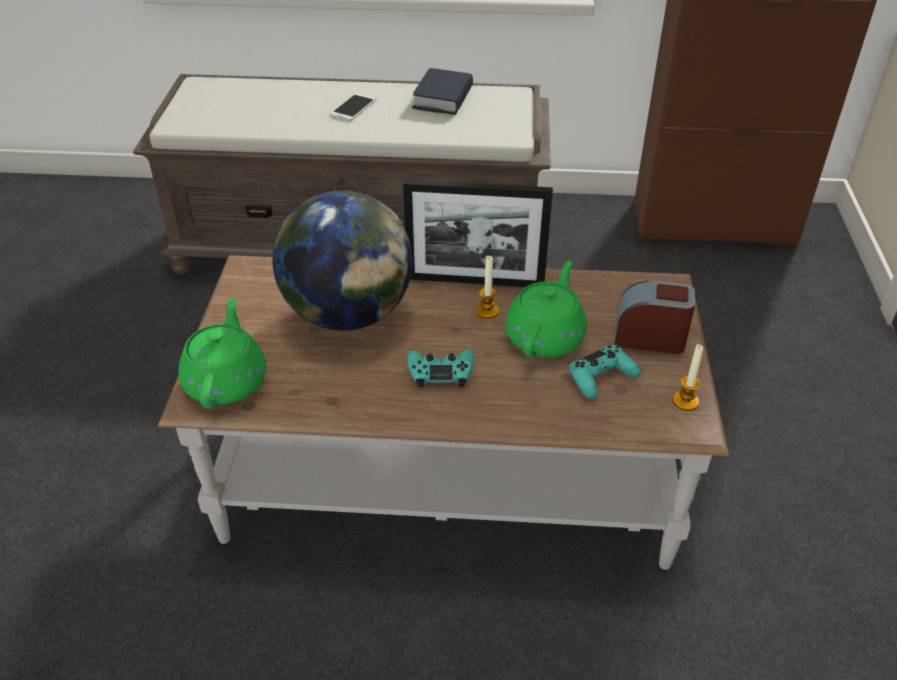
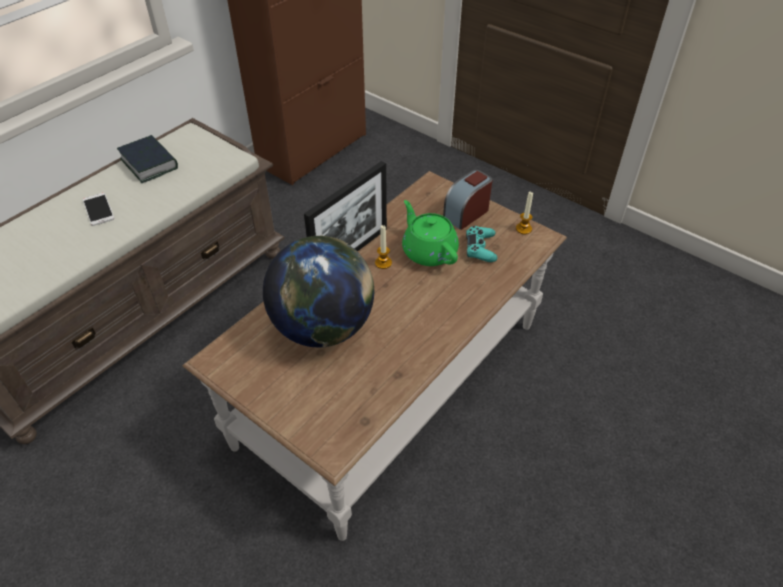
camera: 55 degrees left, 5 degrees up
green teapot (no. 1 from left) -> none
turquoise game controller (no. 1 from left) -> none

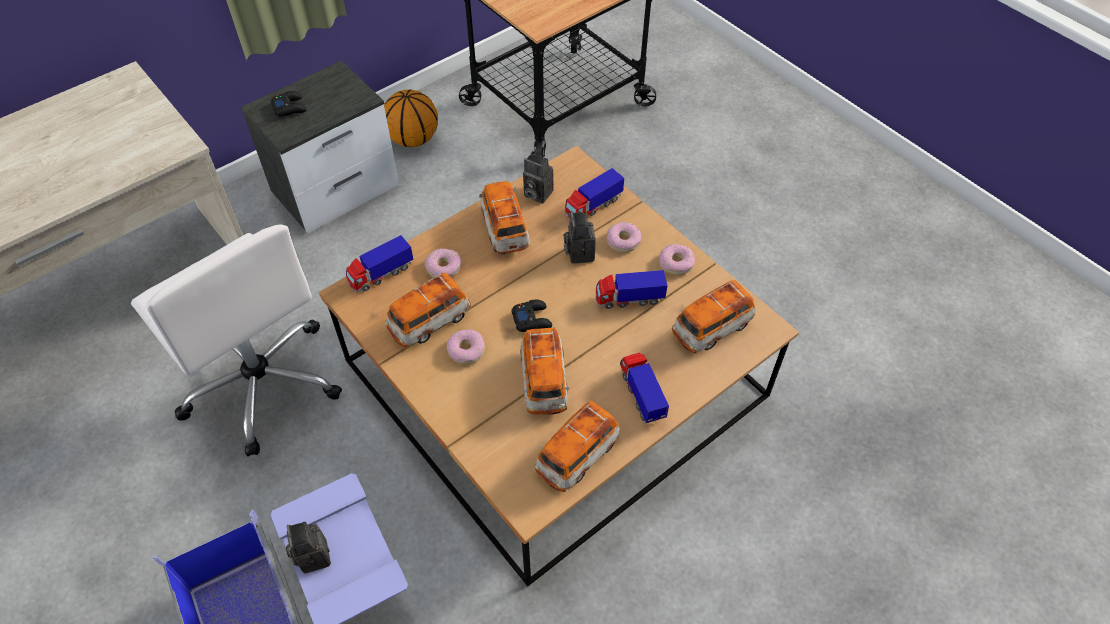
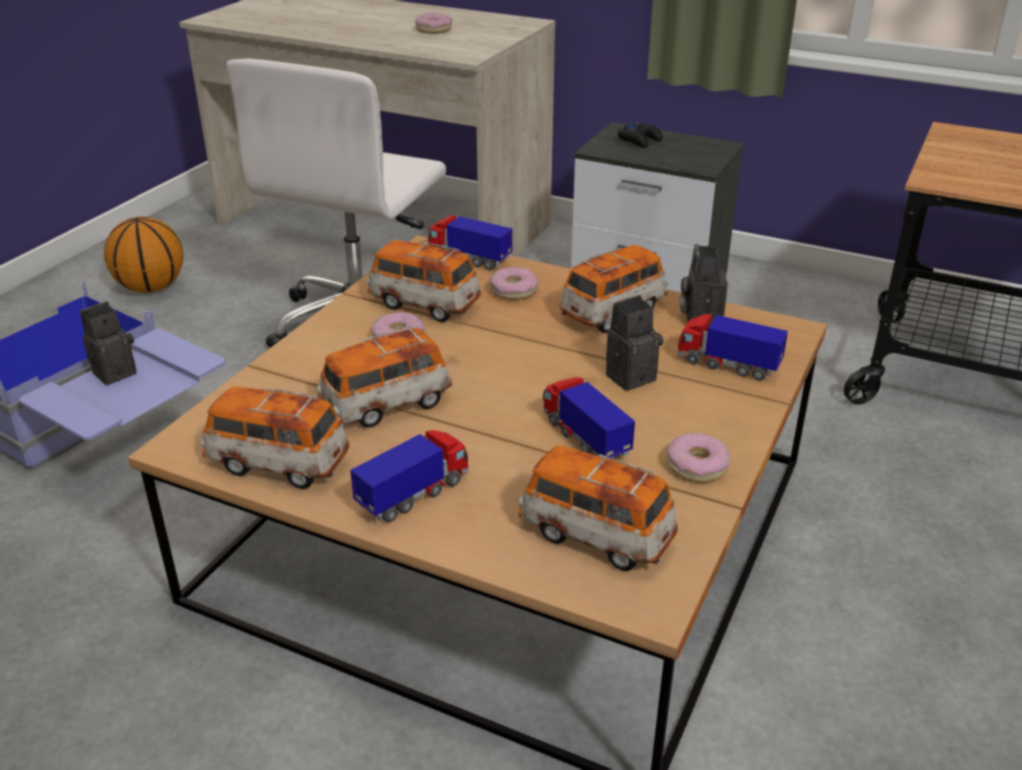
camera: 65 degrees right, 20 degrees down
basketball, shifted
black game controller (no. 2 from left) -> none
donut (no. 3 from left in the first image) -> donut (no. 2 from left), shifted

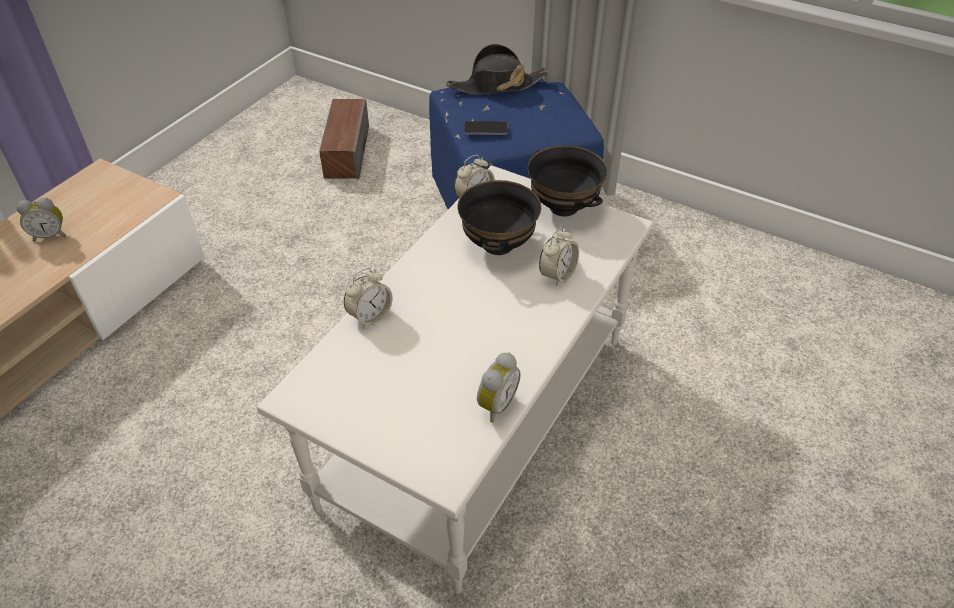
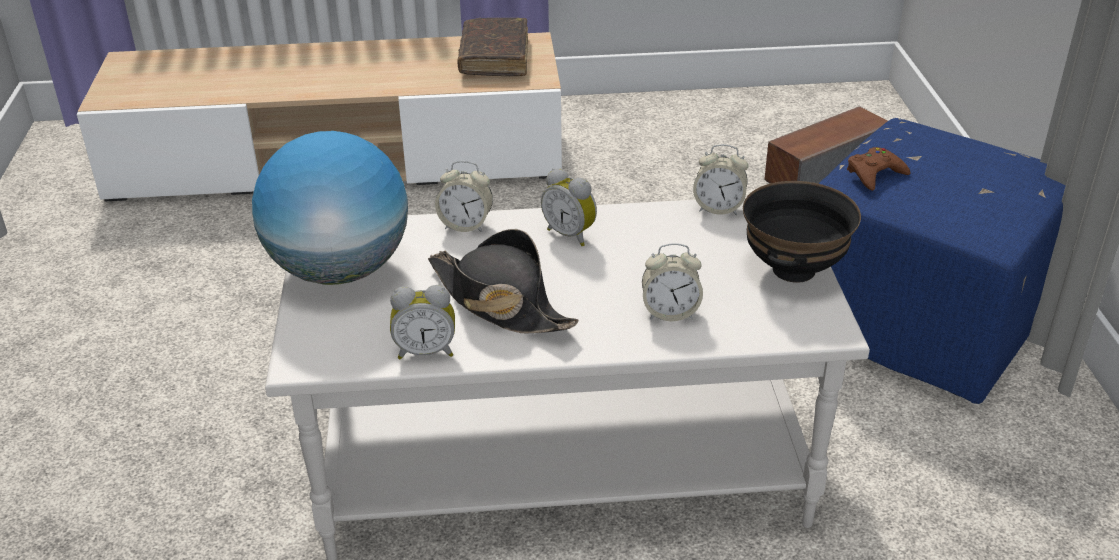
camera: 55 degrees right, 10 degrees down
alarm clock (no. 1 from left in the first image) -> alarm clock (no. 3 from left), shifted
black hat, shifted
black bowl (no. 1 from left) -> none
phone -> brown game controller
none -> globe
none -> brown book

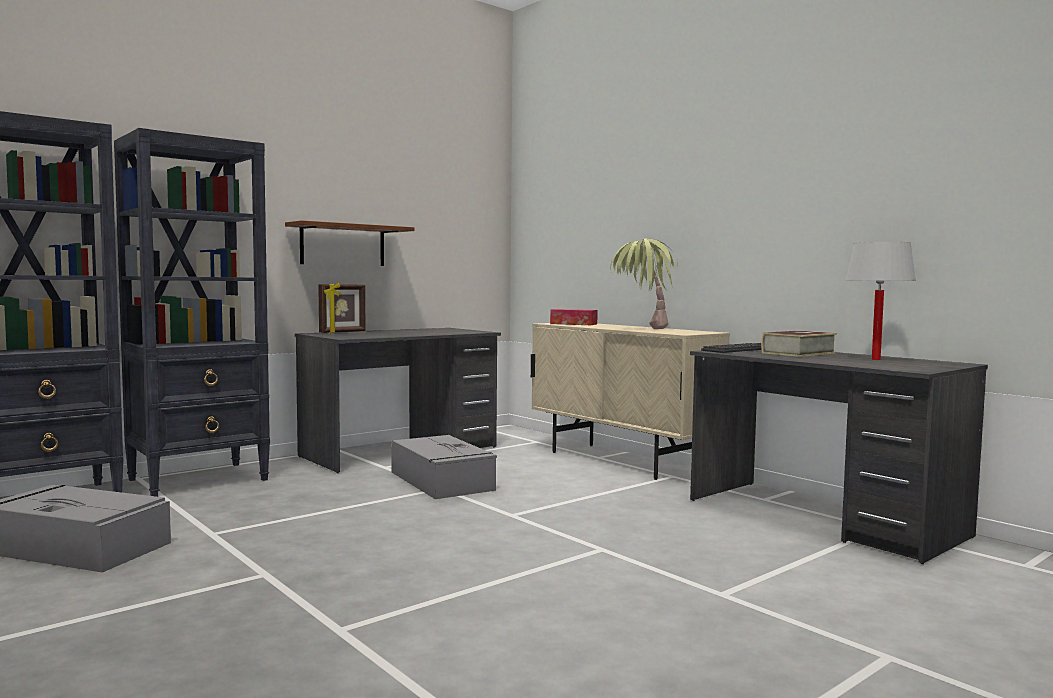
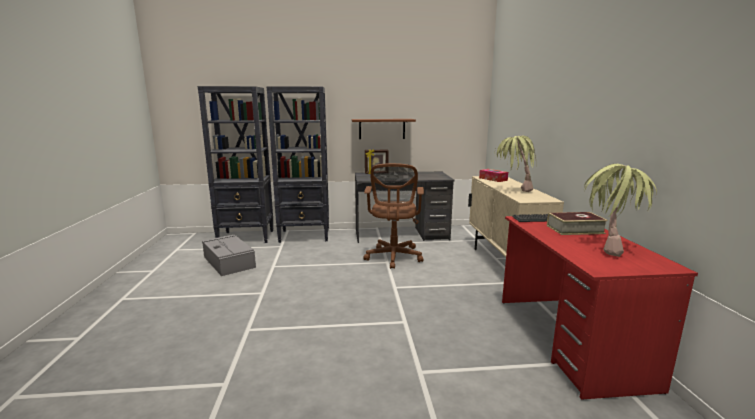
camera: 35 degrees right, 10 degrees up
grey storage box (no. 2 from left) -> brown office chair
grey desk (no. 2 from left) -> red desk
white table lamp -> potted plant (no. 2 from left)

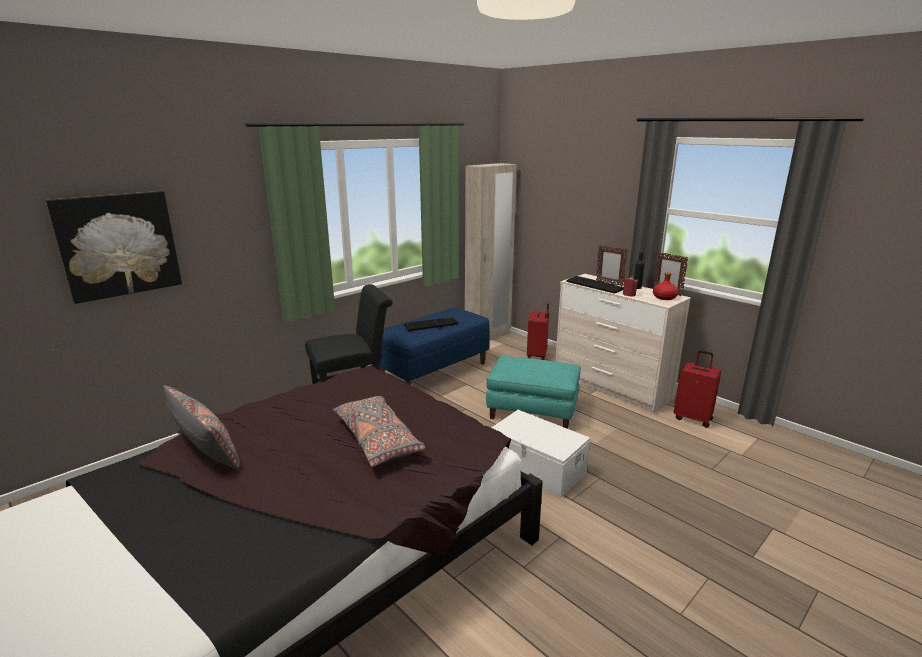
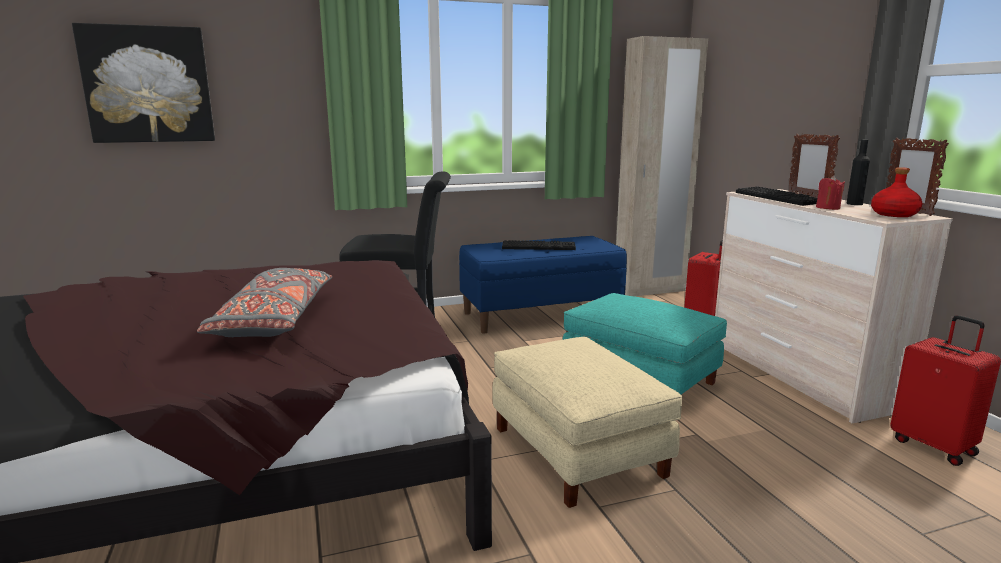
camera: 25 degrees right, 5 degrees down
grey pillow (no. 1 from left) -> none
white storage box -> beige ottoman

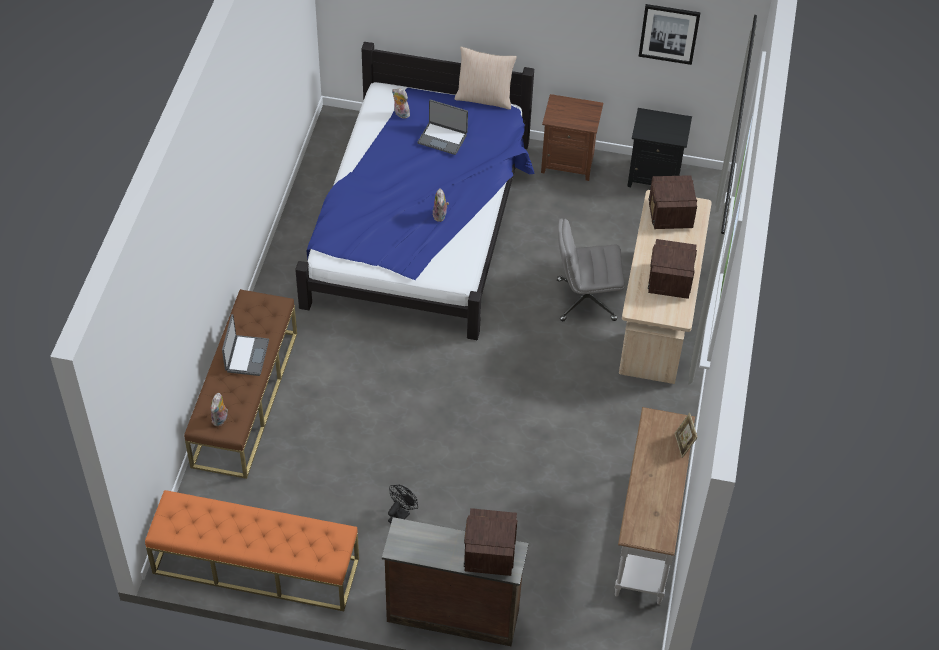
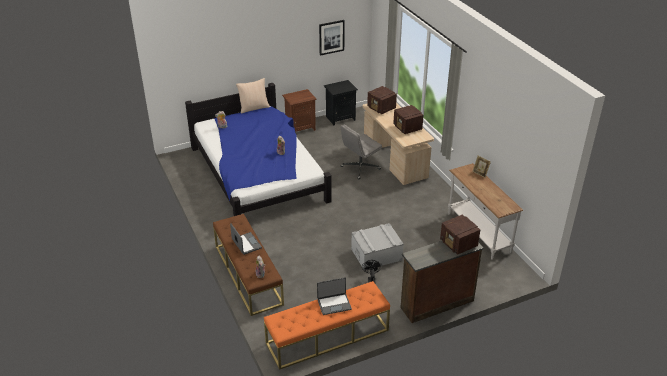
camera: 35 degrees left, 15 degrees down
laptop (no. 2 from left), shifted
none -> grey storage box

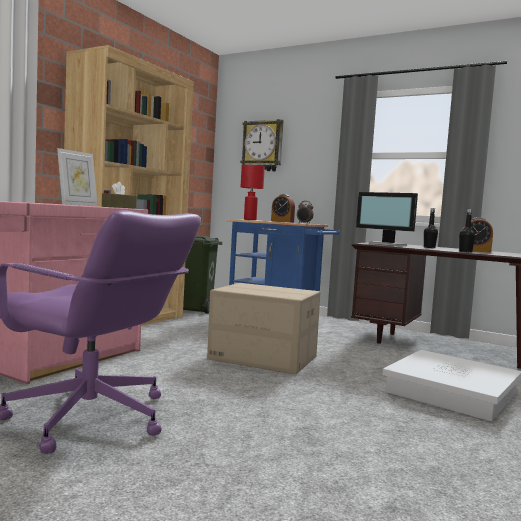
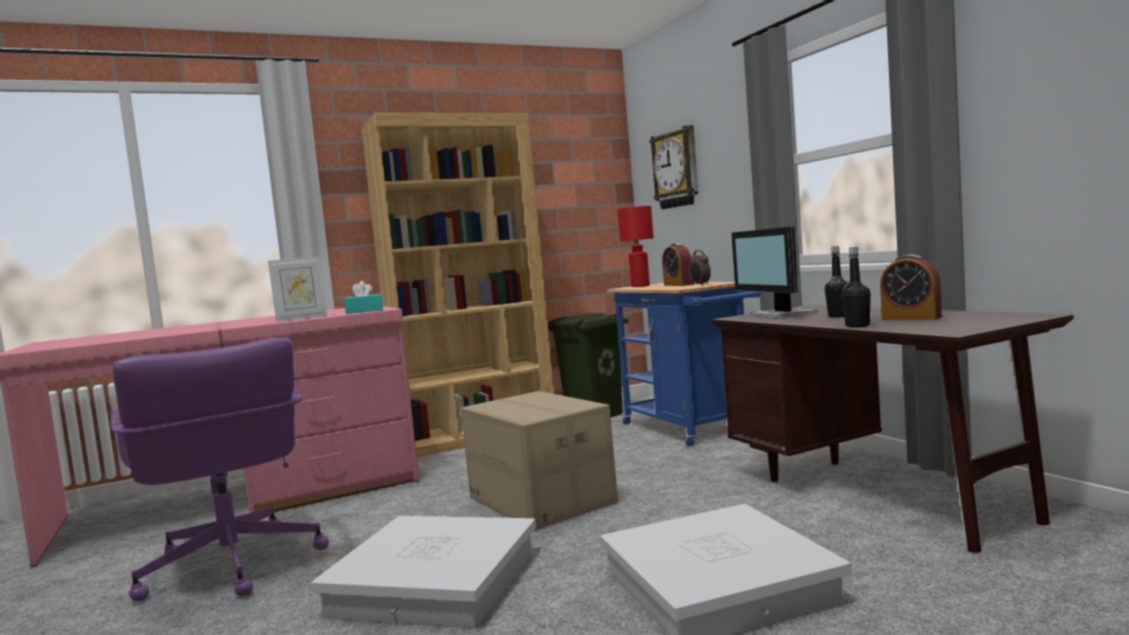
camera: 35 degrees right, 0 degrees up
brown tissue box -> turquoise tissue box
none -> white storage box (no. 1 from left)

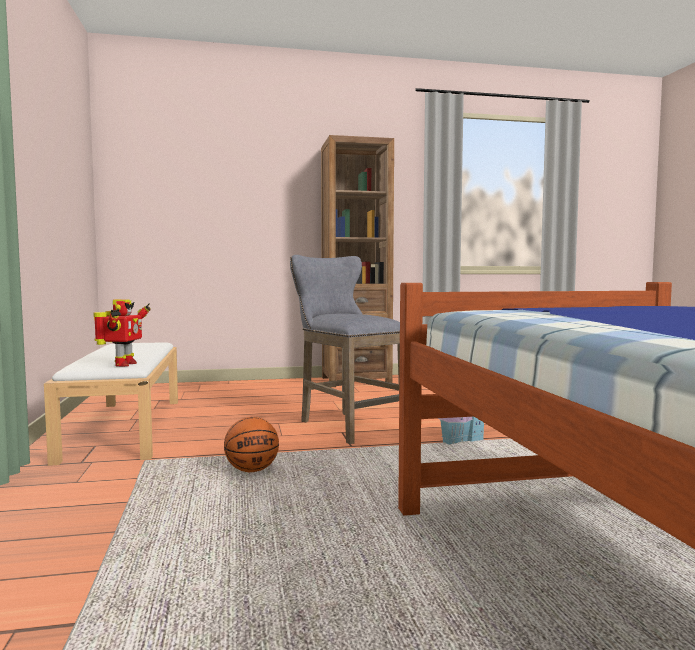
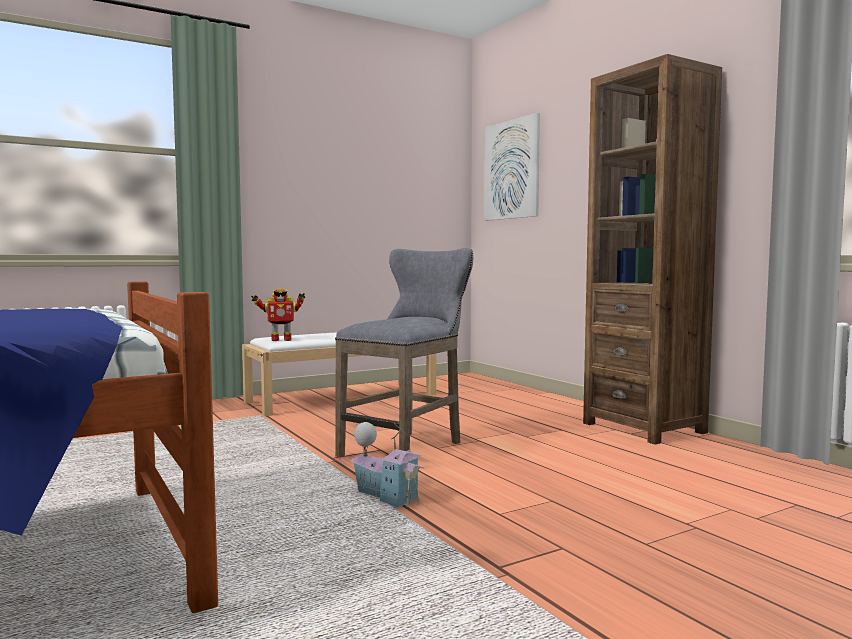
camera: 70 degrees right, 0 degrees up
basketball -> none
none -> picture

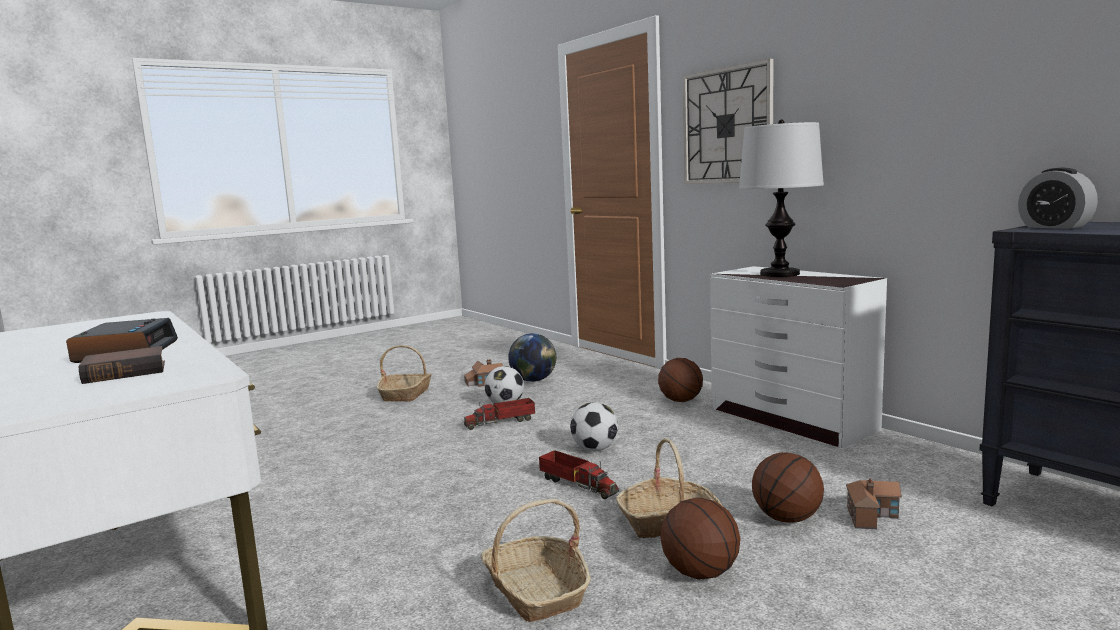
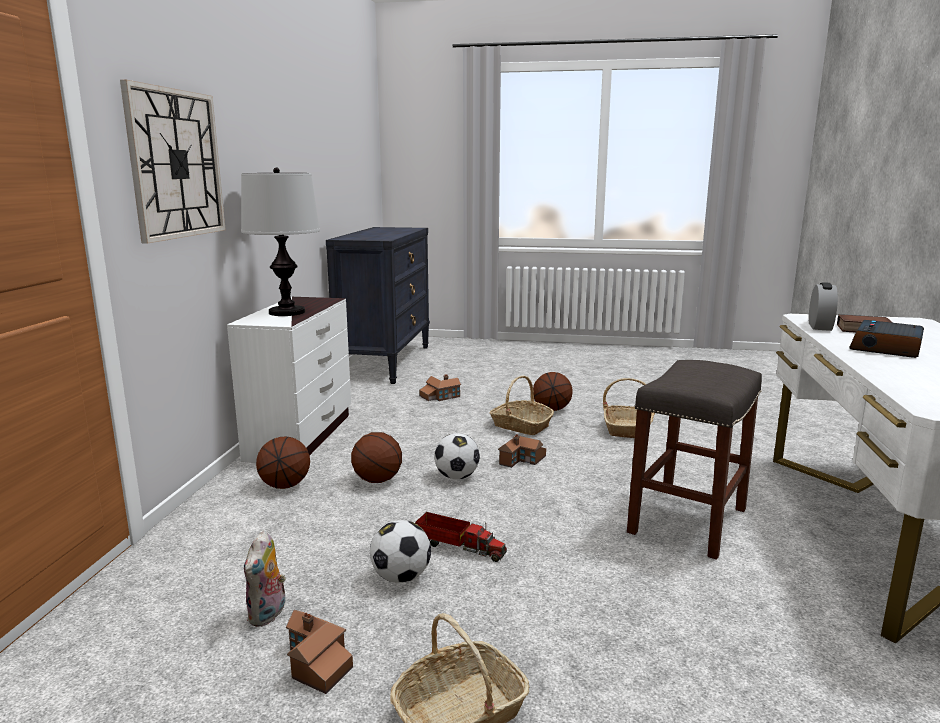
camera: 135 degrees left, 5 degrees up
globe -> plush toy
toy truck (no. 2 from left) -> toy house (no. 3 from left)
basketball (no. 3 from left in the first image) -> basketball (no. 2 from left), shifted
alarm clock (no. 2 from left in the first image) -> alarm clock (no. 1 from left), shifted
none -> grey stool

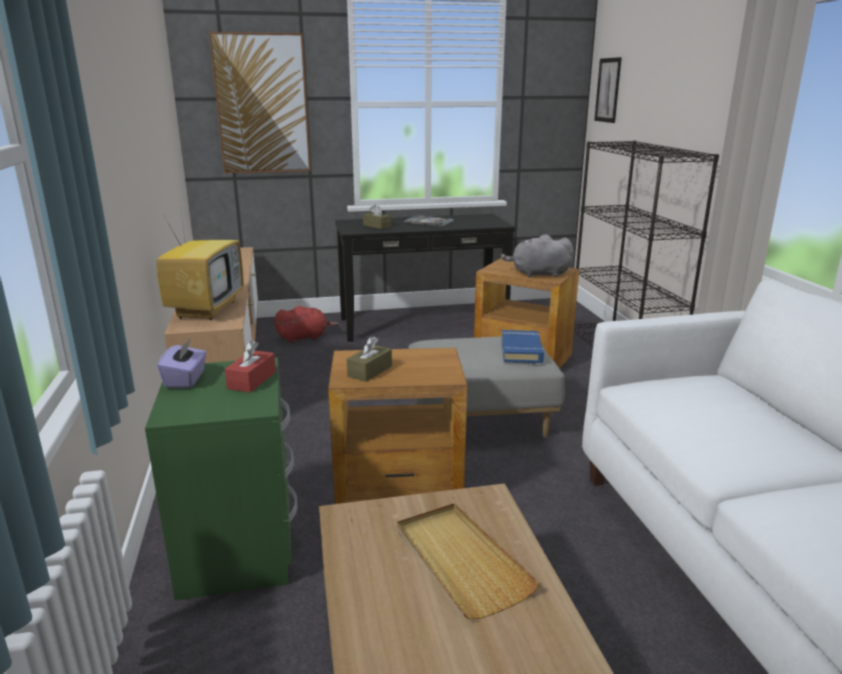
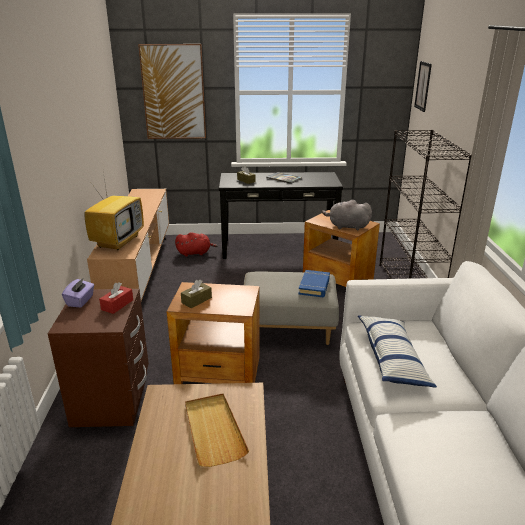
camera: 10 degrees right, 5 degrees up
green nightstand -> brown nightstand
none -> pillow

